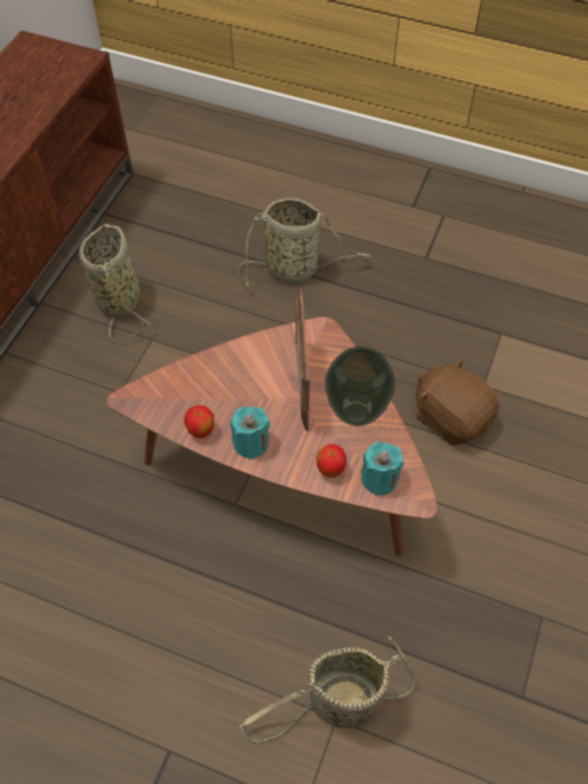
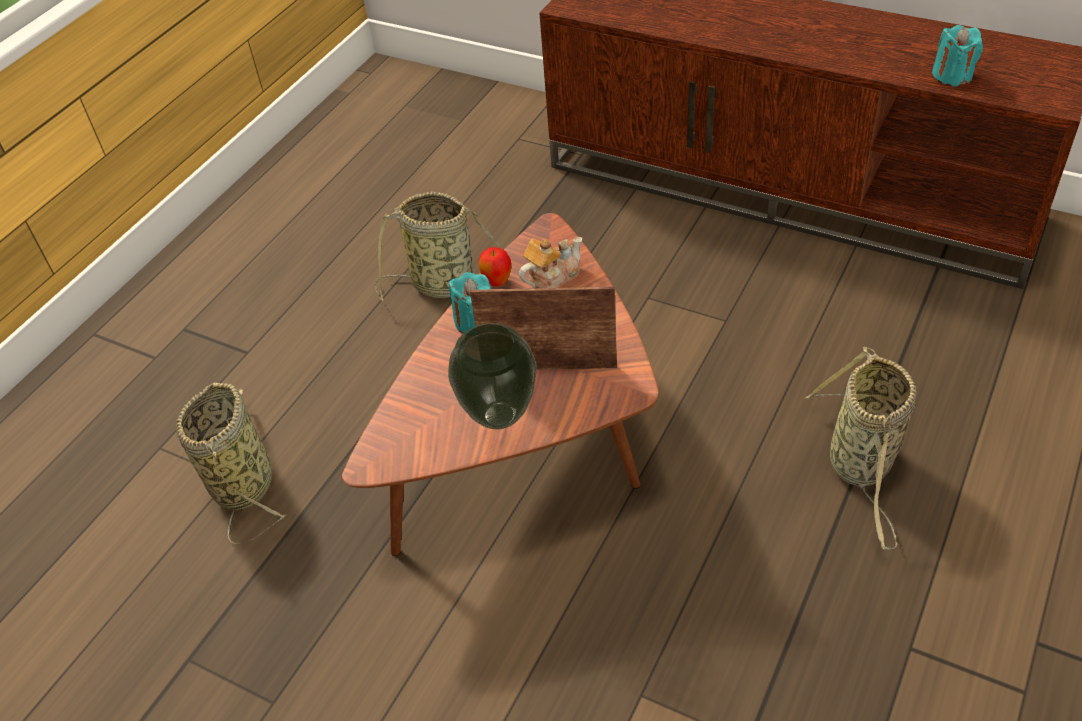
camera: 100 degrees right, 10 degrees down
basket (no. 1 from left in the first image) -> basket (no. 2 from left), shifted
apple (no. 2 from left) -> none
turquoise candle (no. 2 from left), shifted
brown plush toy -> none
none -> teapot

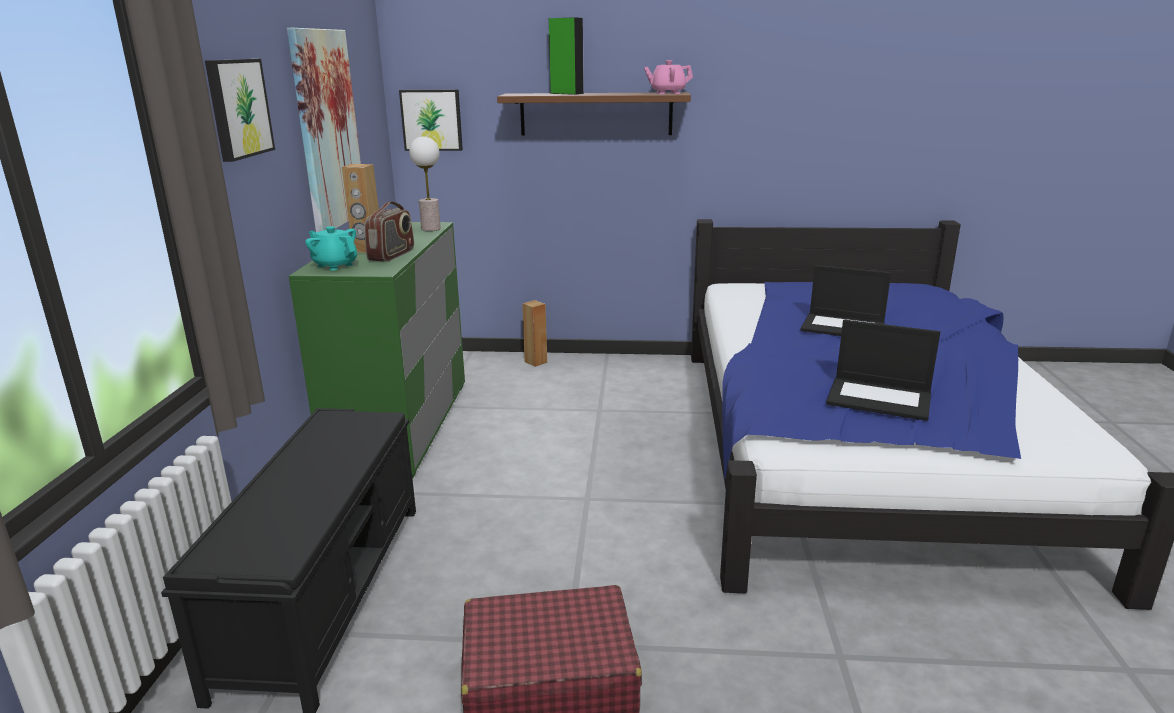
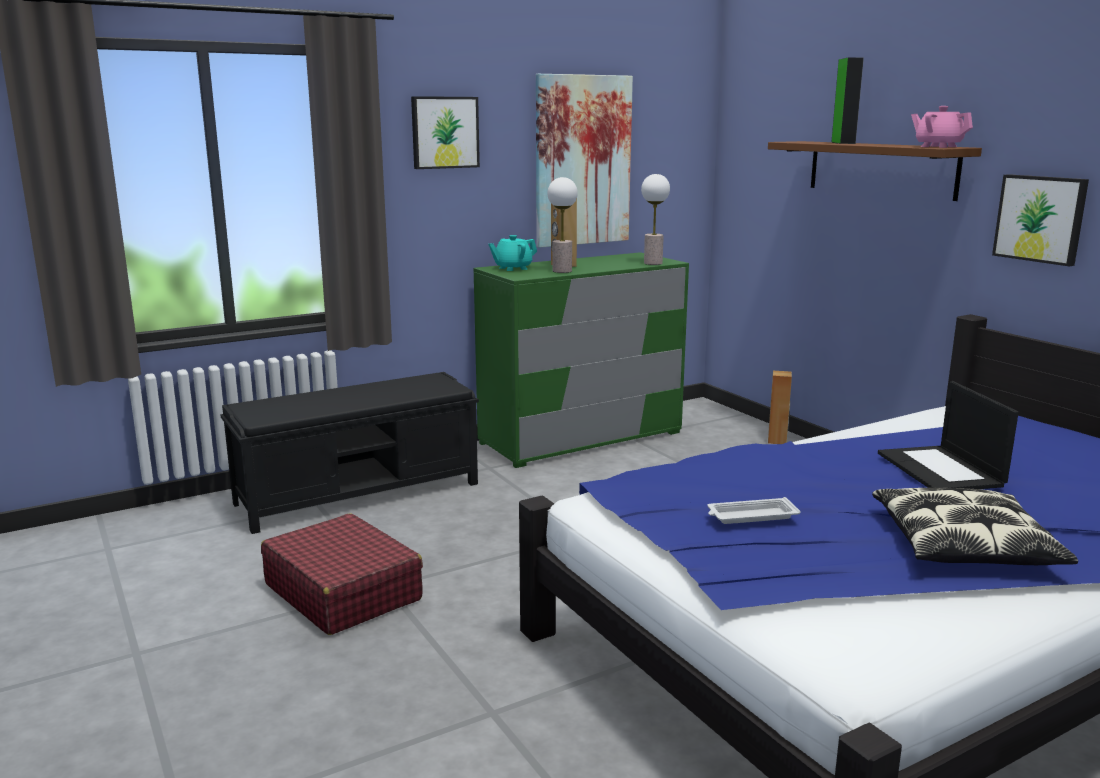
camera: 55 degrees right, 5 degrees down
turquoise teapot, 120 degrees counterclockwise
radio -> table lamp (no. 1 from left)
picture (no. 3 from left), shifted
laptop (no. 2 from left) -> white tray
none -> pillow

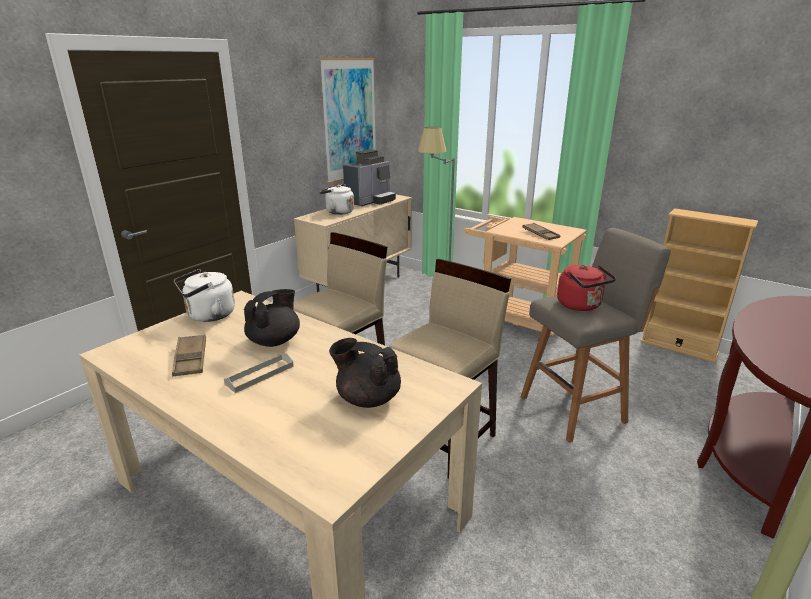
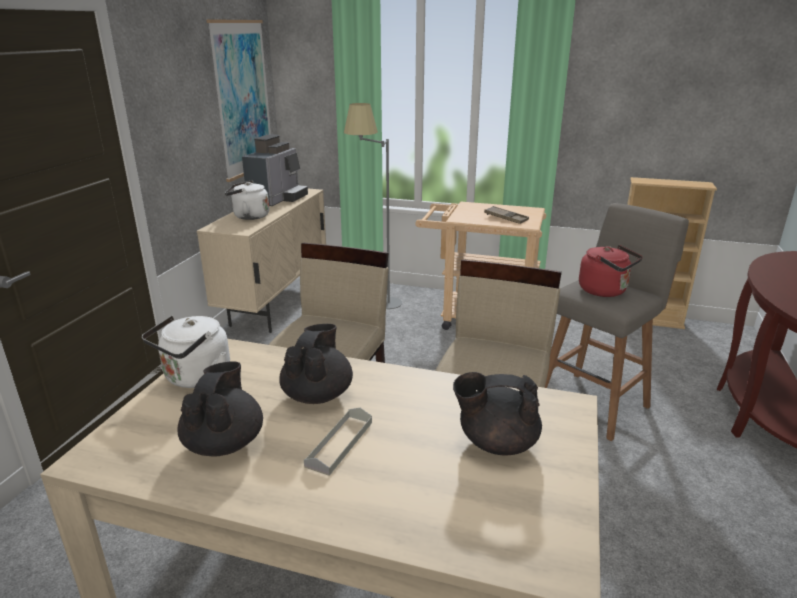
camera: 20 degrees left, 0 degrees up
brown tray (no. 1 from left) -> black teapot (no. 1 from left)

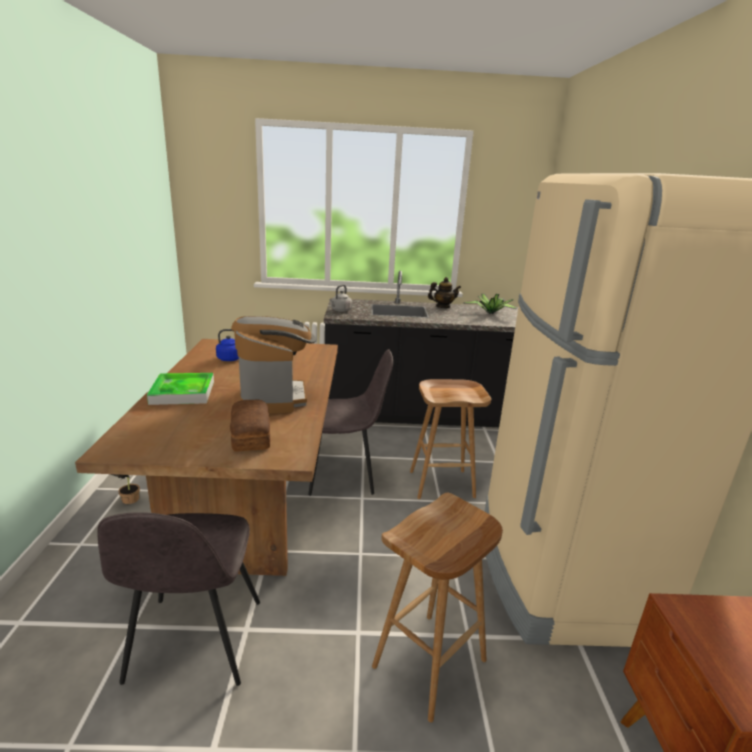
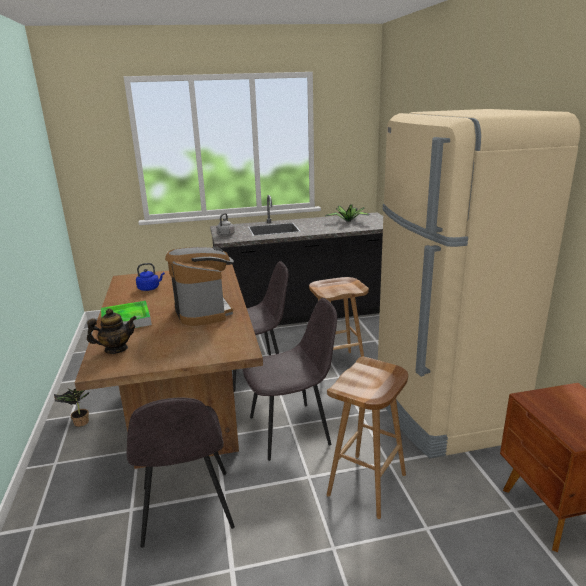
camera: 10 degrees left, 0 degrees up
bread -> none
teapot, shifted
none -> grey chair (no. 3 from left)

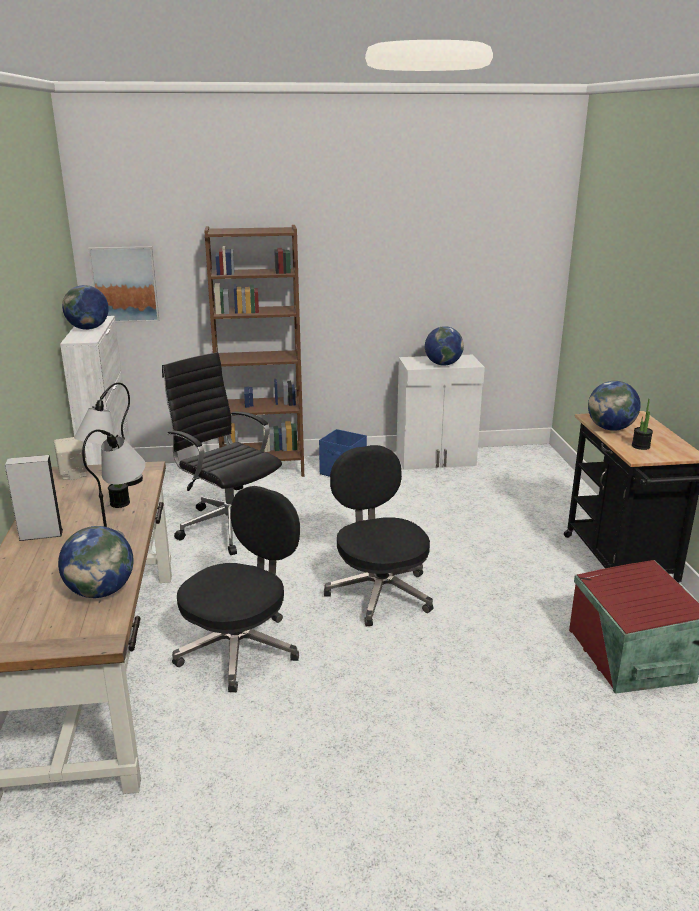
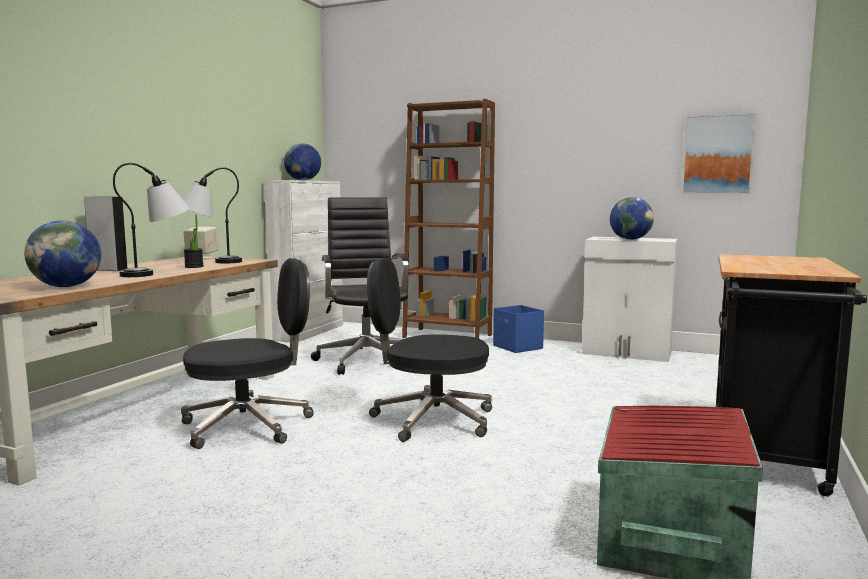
camera: 30 degrees right, 15 degrees down
picture, shifted
black office chair (no. 3 from left), 90 degrees counterclockwise
globe (no. 4 from left) -> none
potted plant (no. 2 from left) -> none

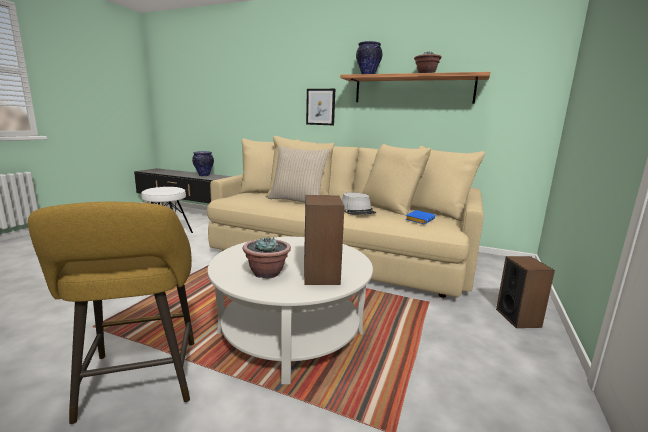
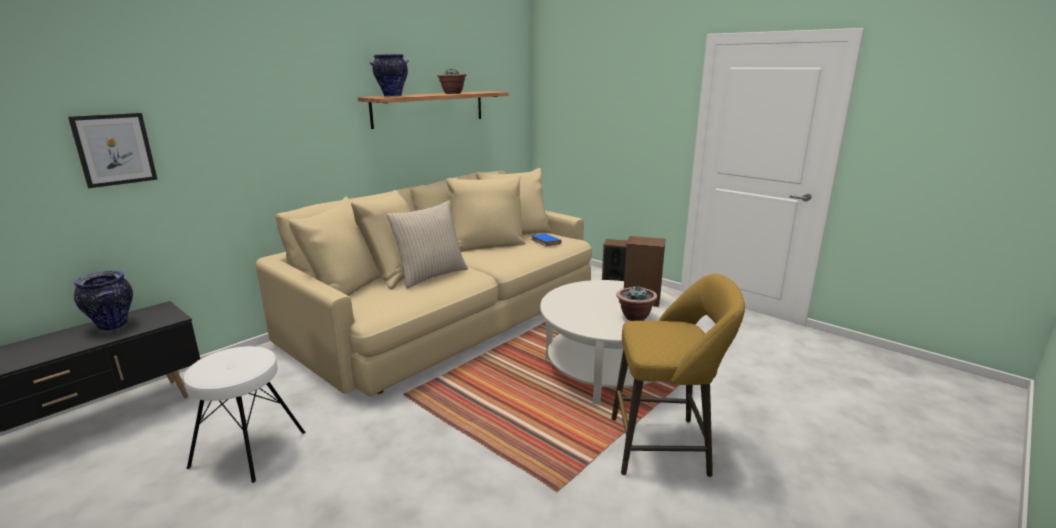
camera: 70 degrees left, 5 degrees up
picture, shifted
grey hat -> none

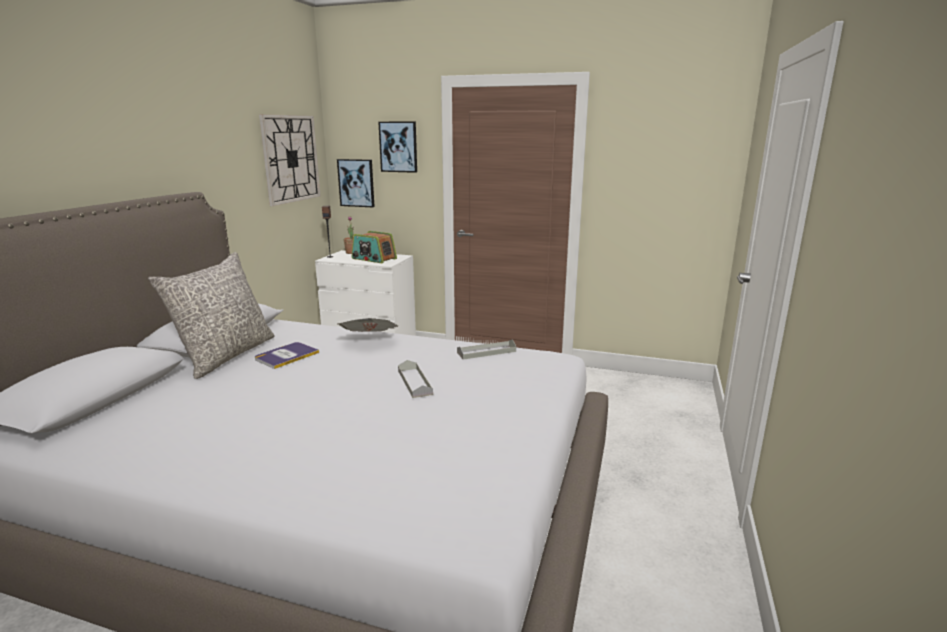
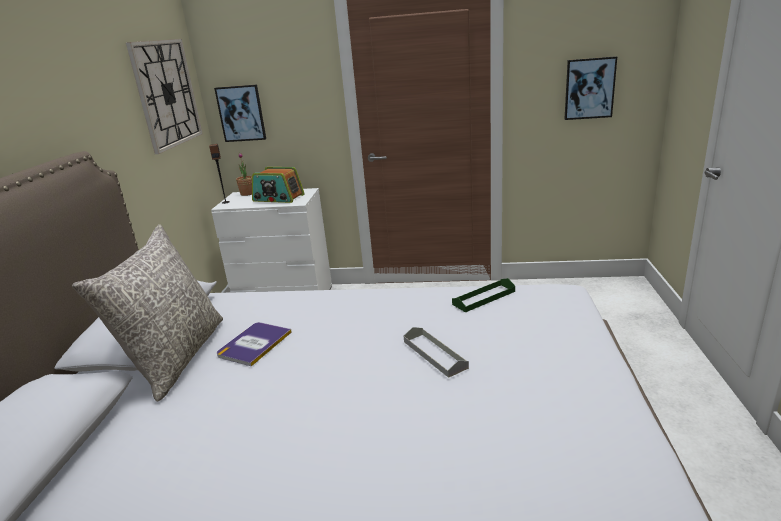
camera: 10 degrees left, 5 degrees up
newspaper -> none
picture (no. 2 from left), shifted
grey tray (no. 2 from left) -> green tray

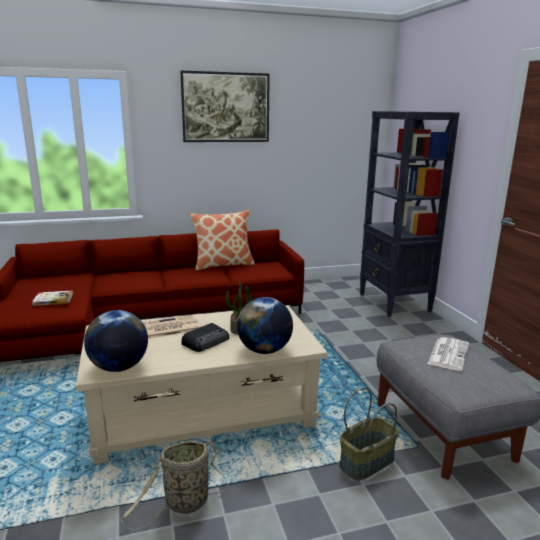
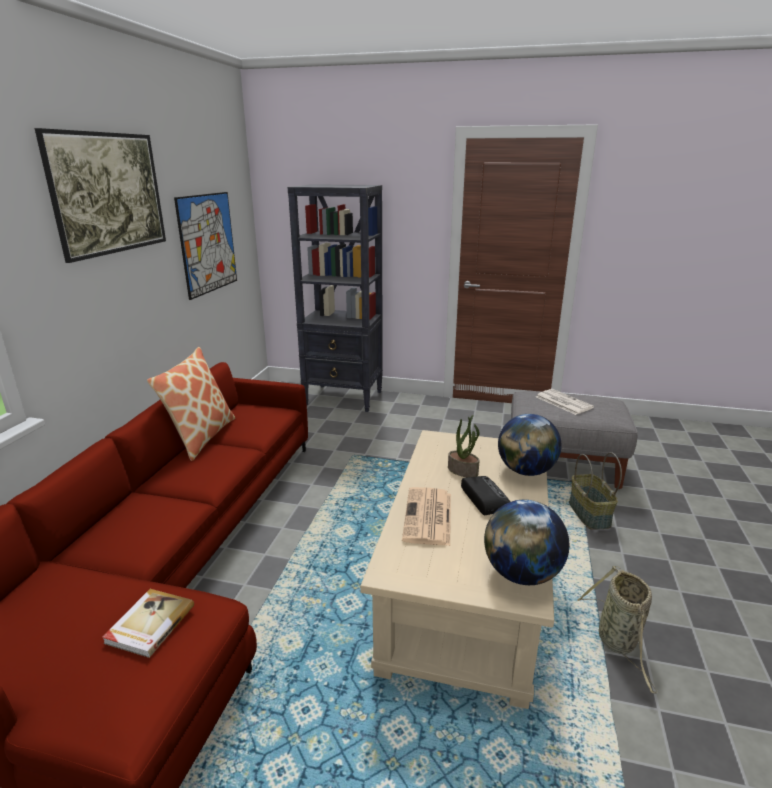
camera: 60 degrees left, 5 degrees up
none -> picture (no. 2 from left)

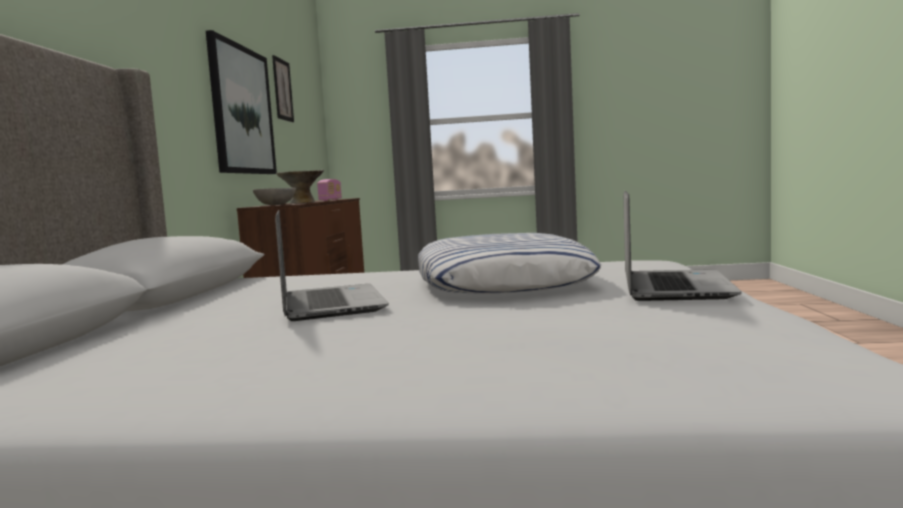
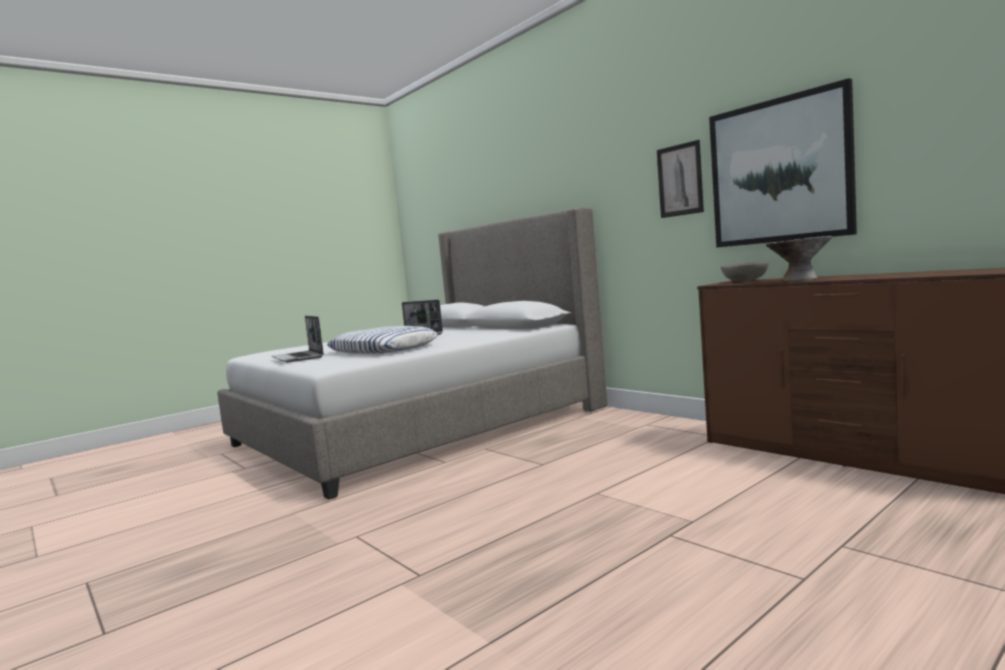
camera: 135 degrees right, 0 degrees up
picture (no. 2 from left in the first image) -> picture (no. 1 from left), shifted
radio -> none

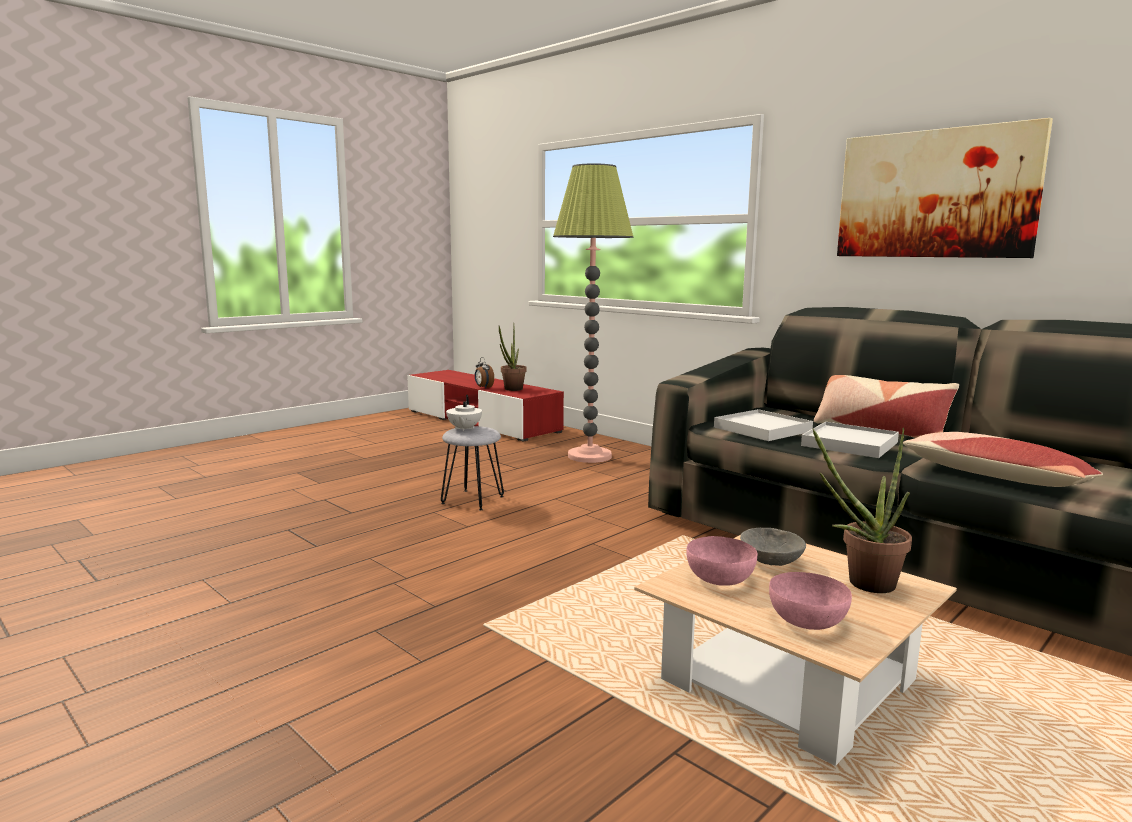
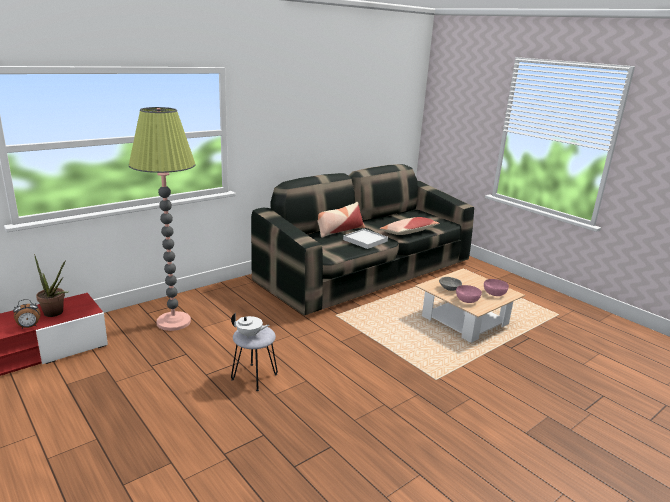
camera: 85 degrees left, 10 degrees up
white tray (no. 1 from left) -> none
potted plant (no. 2 from left) -> none
picture -> none

